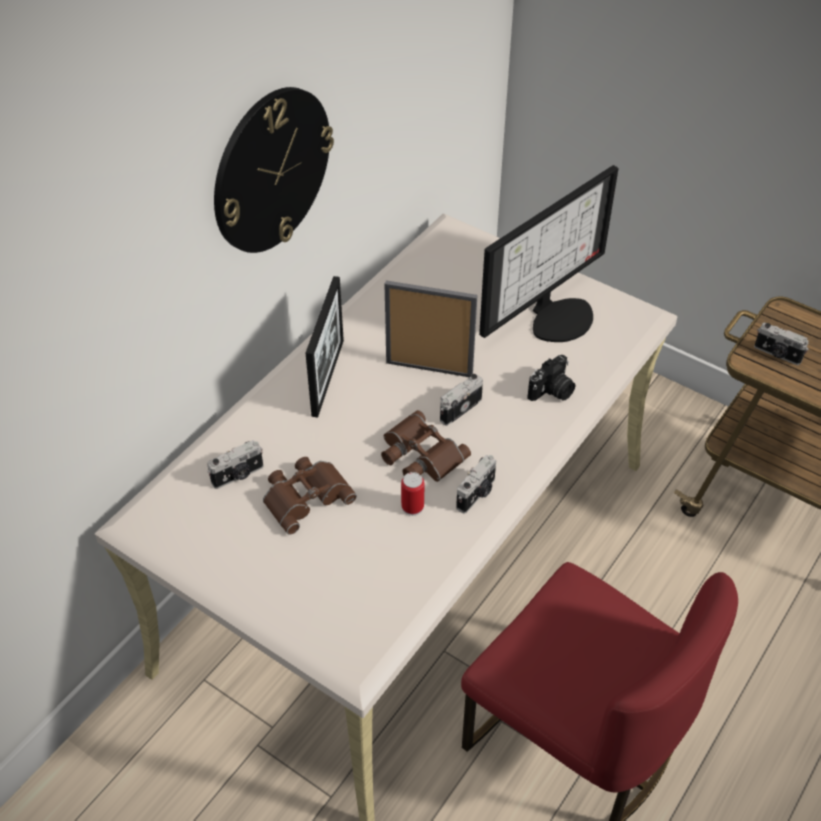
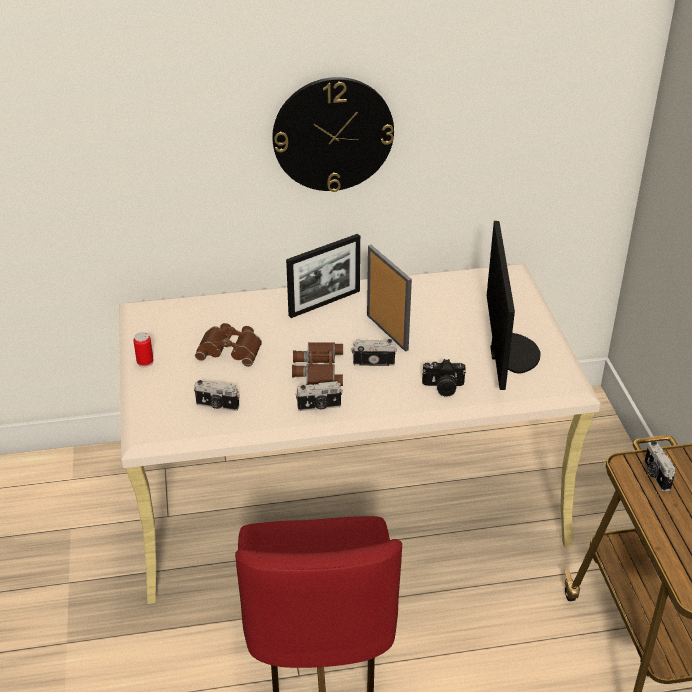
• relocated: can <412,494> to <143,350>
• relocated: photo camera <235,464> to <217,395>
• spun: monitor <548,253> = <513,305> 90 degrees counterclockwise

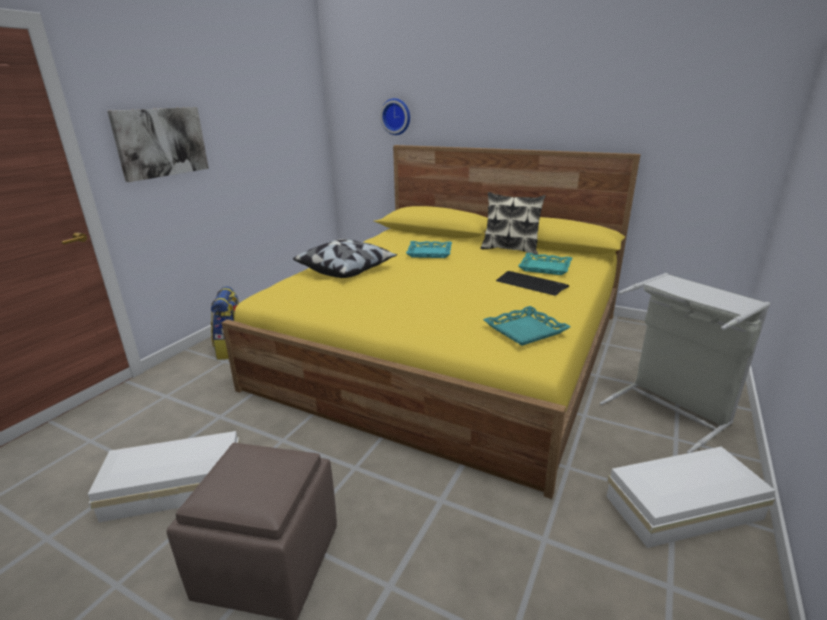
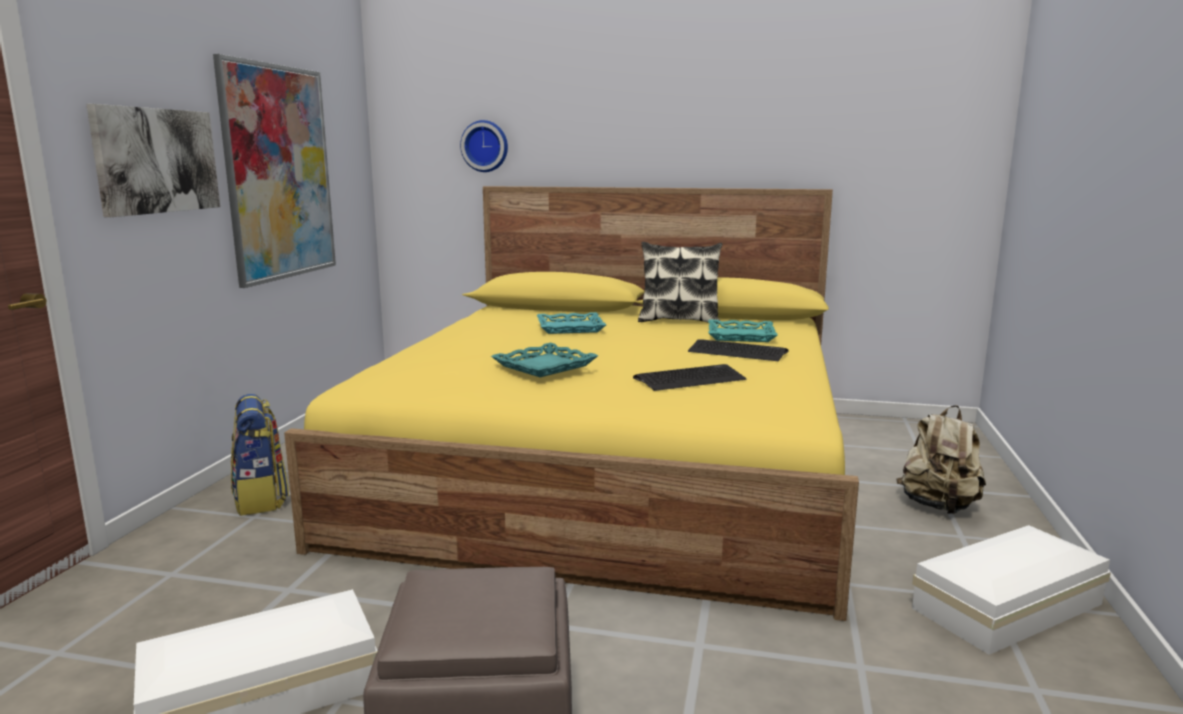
• appeared: picture <274,171>
• relocated: turquoise tray <527,326> to <544,360>
• appeared: keyboard <690,377>
• exchanged: grey laundry basket <685,363> to beige backpack <941,459>
• missing: pillow <345,258>

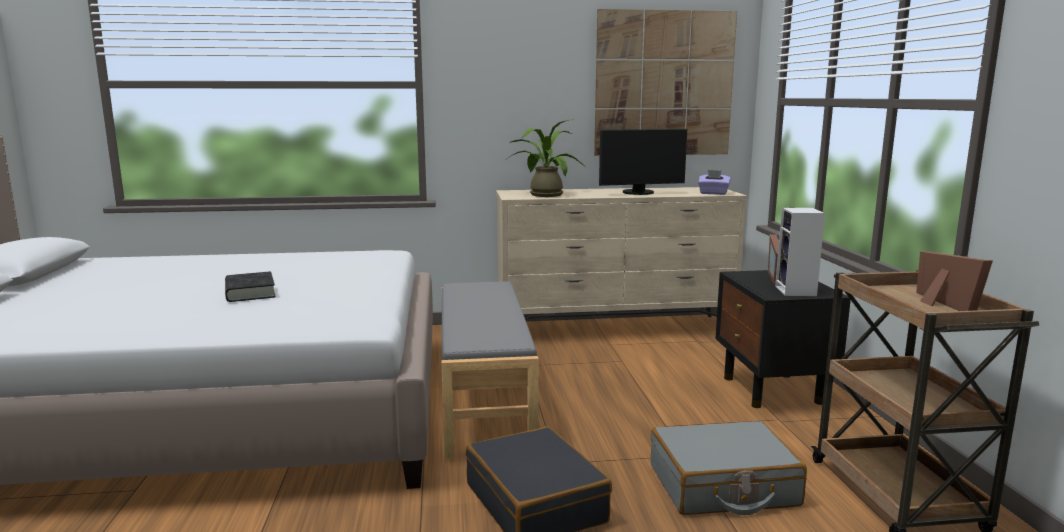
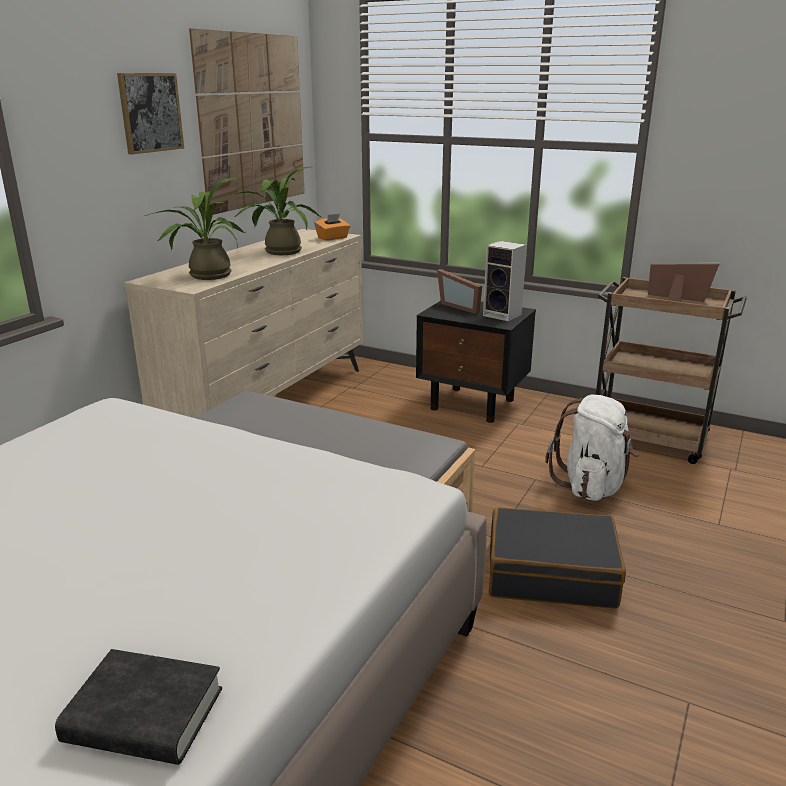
• relocated: black book <250,286> to <138,707>
• appeared: picture <150,113>
• exchanged: monitor <643,162> to potted plant <276,211>
• colour: purple tissue box <714,182> to orange tissue box <332,227>
• exchanged: grey suitcase <729,468> to white backpack <592,448>

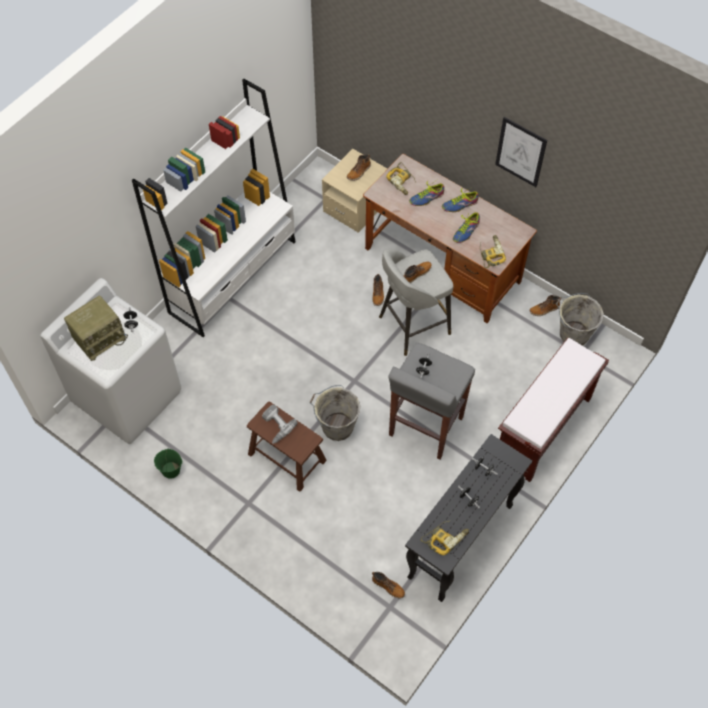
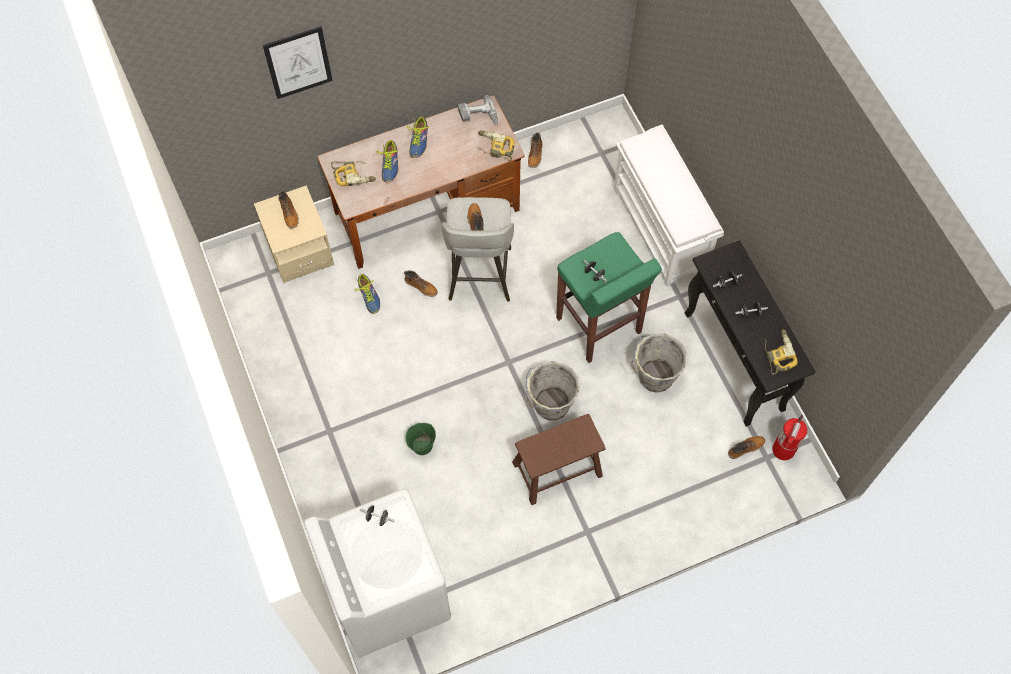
• relocated: picture <521,152> to <298,62>
• relocated: shoe <466,226> to <367,294>
• relocated: green bucket <168,464> to <421,439>
• relocated: power drill <280,424> to <478,110>
• colour: grey stool <431,401> to green stool <609,297>
• colour: brown bench <553,410> to white bench <668,205>
• relocated: grey bucket <580,319> to <659,363>
• appeared: fire extinguisher <789,437>
• missing: radio <96,328>
• missing: white bookcase <214,208>

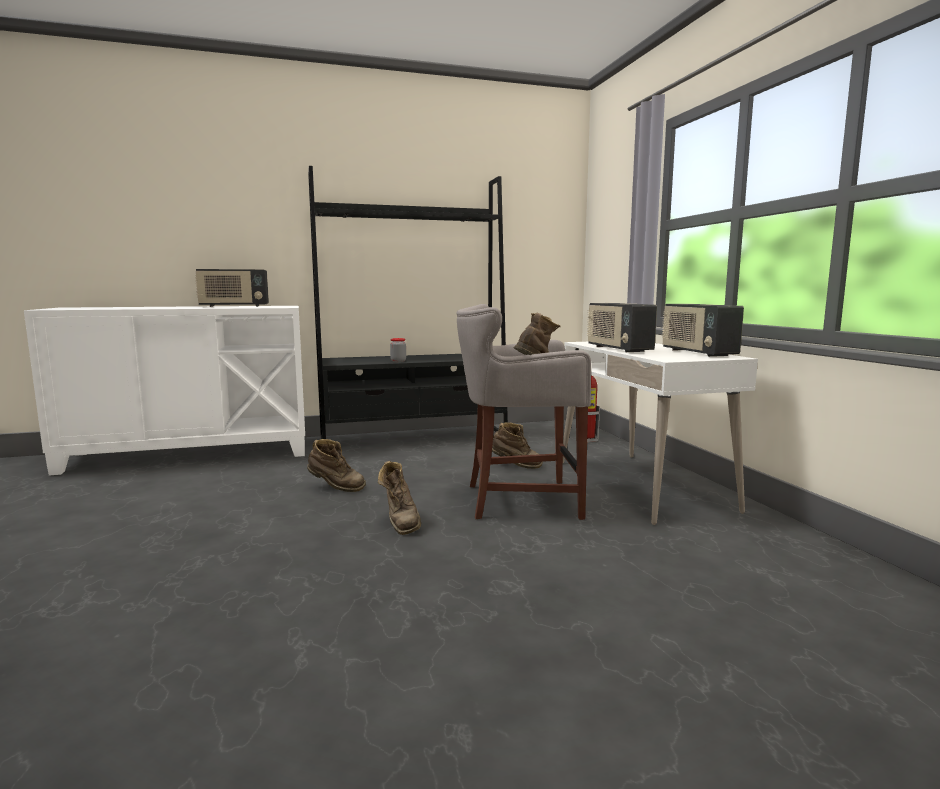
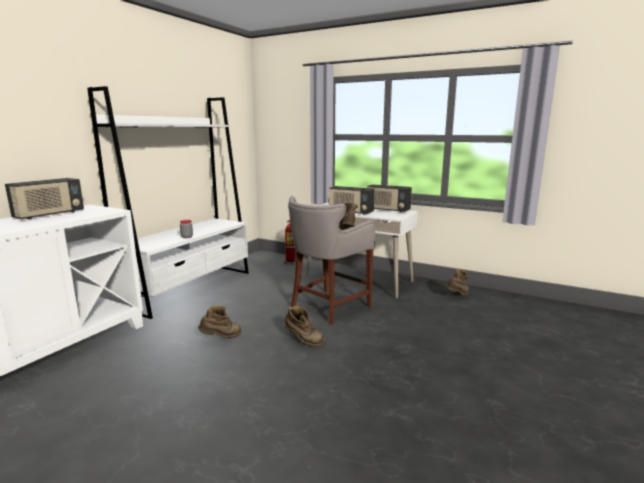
• colour: black bookcase <408,302> to white bookcase <168,202>
• relocated: brown boot <517,445> to <457,282>

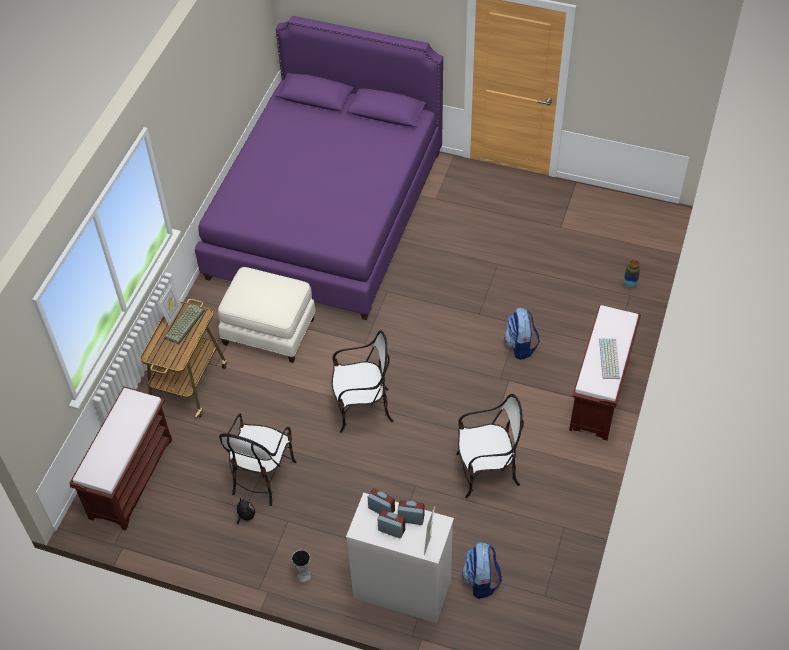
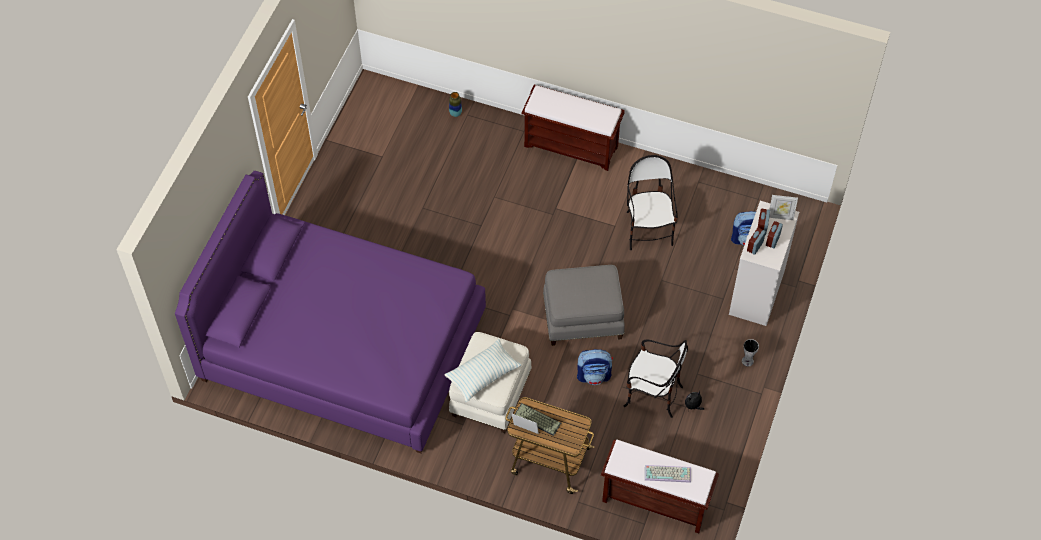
• appeared: pillow <483,370>
• exchanged: chair <362,381> to grey ottoman <584,305>
• relocated: backpack <522,333> to <595,367>
• relocated: keyboard <609,358> to <668,474>

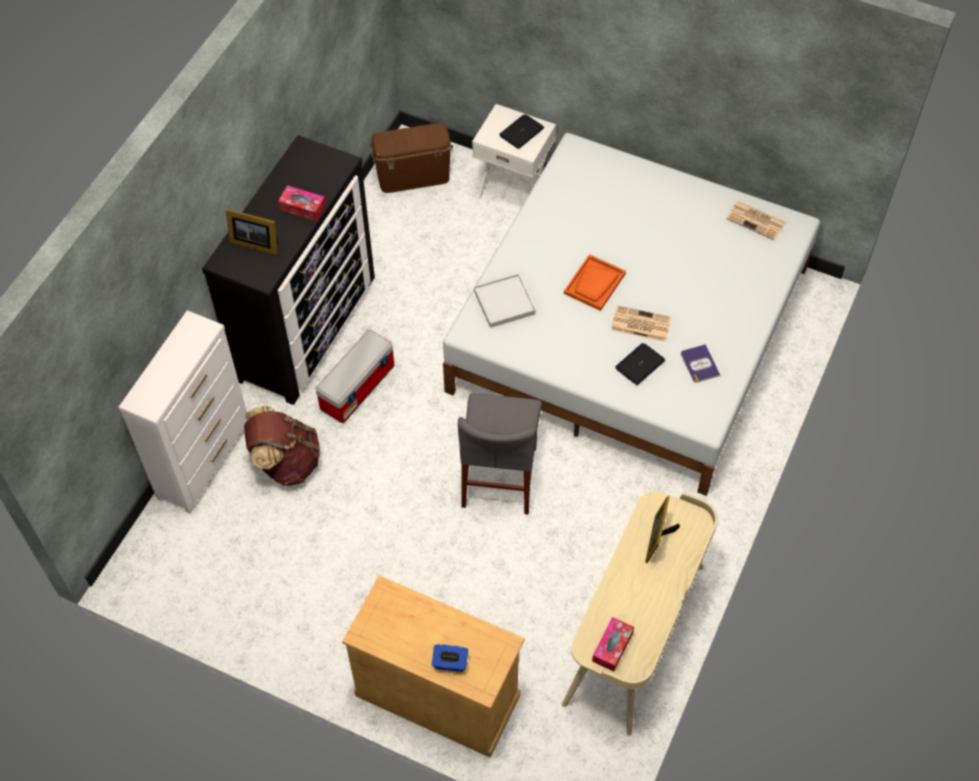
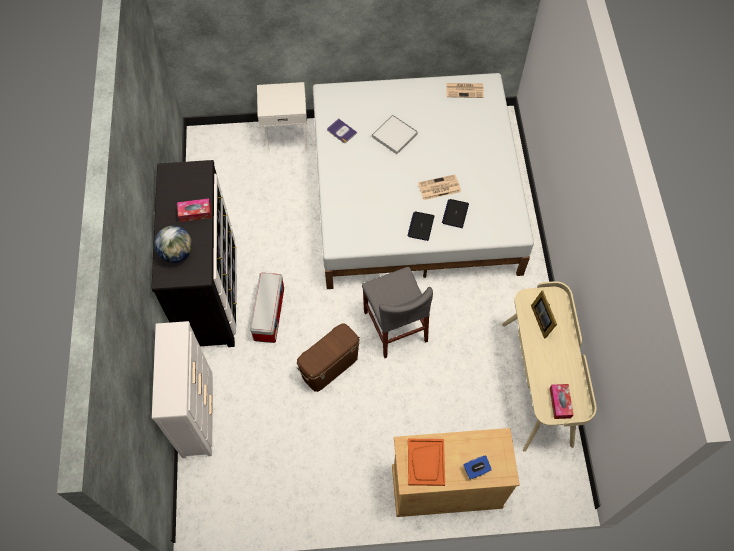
• exchanged: picture frame <251,232> to globe <173,244>
• relocated: brown storage box <411,158> to <328,358>
• relocated: book <700,363> to <342,130>
• relocated: white tray <504,301> to <395,134>
• relocated: laptop <521,131> to <420,226>
• relocated: orange tray <595,282> to <426,462>
• missing: brown backpack <282,446>

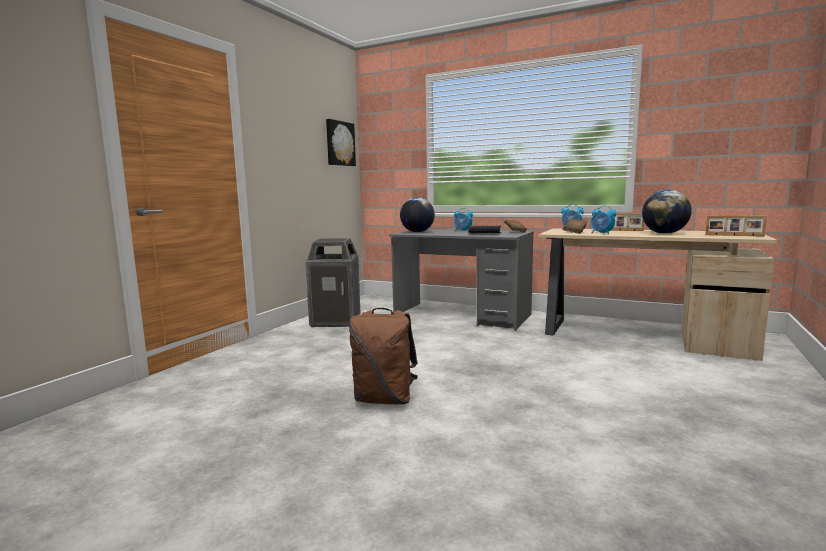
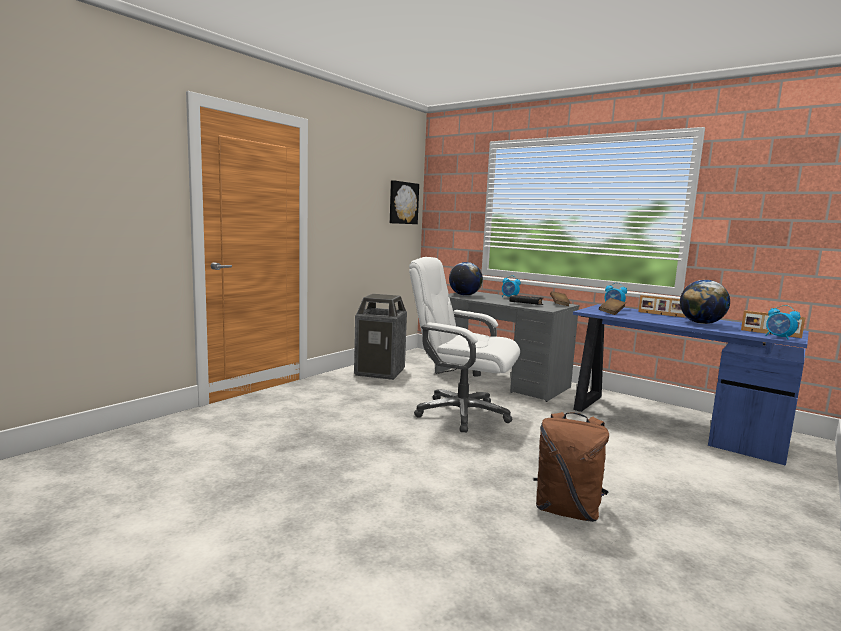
• appeared: white office chair <464,345>
• relocated: brown backpack <383,356> to <571,467>
• colour: beige desk <657,294> to blue desk <691,385>
• relocated: alarm clock <603,219> to <782,322>

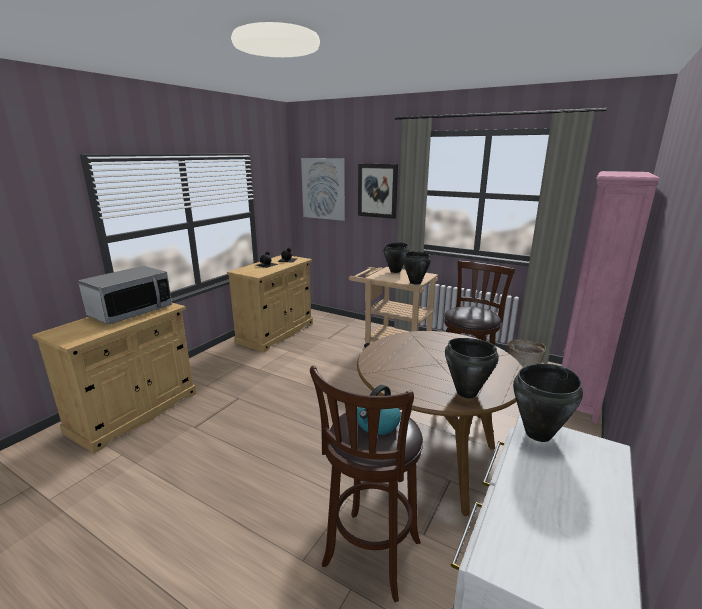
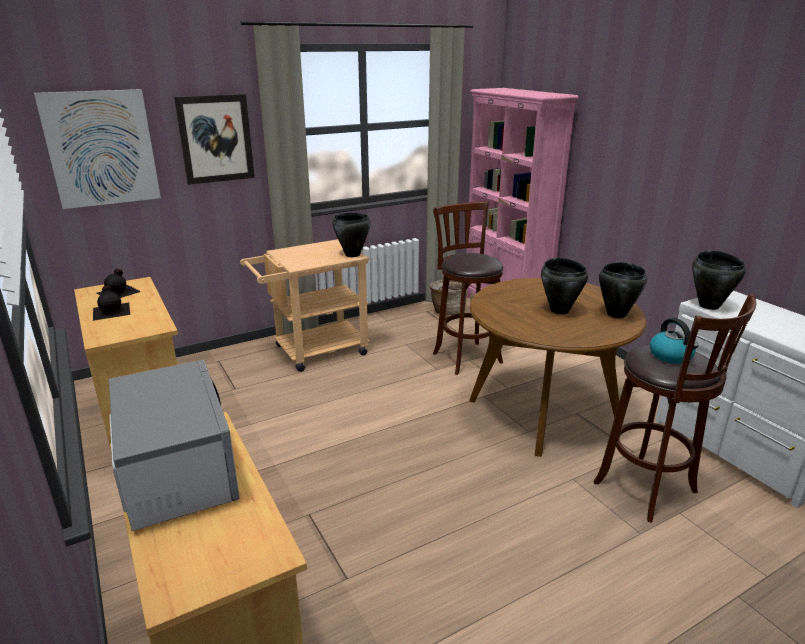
• relocated: black cooking pot <396,257> to <564,286>

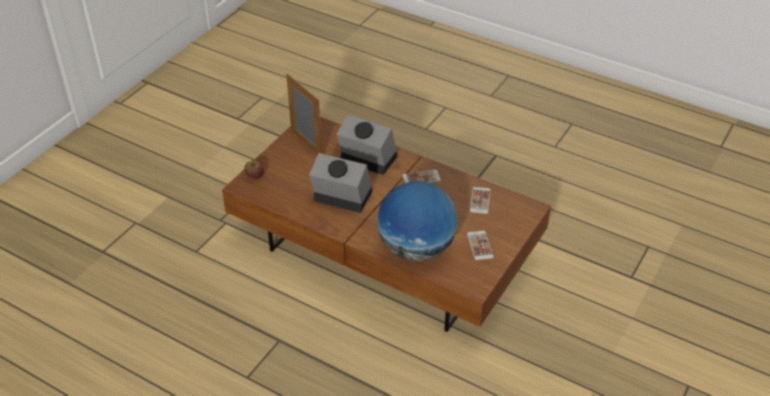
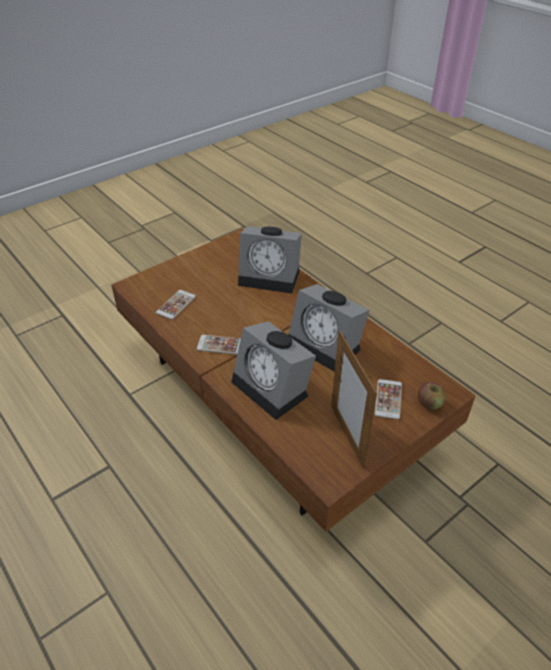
• exchanged: globe <417,221> to alarm clock <270,260>
• relocated: phone <480,245> to <388,399>

